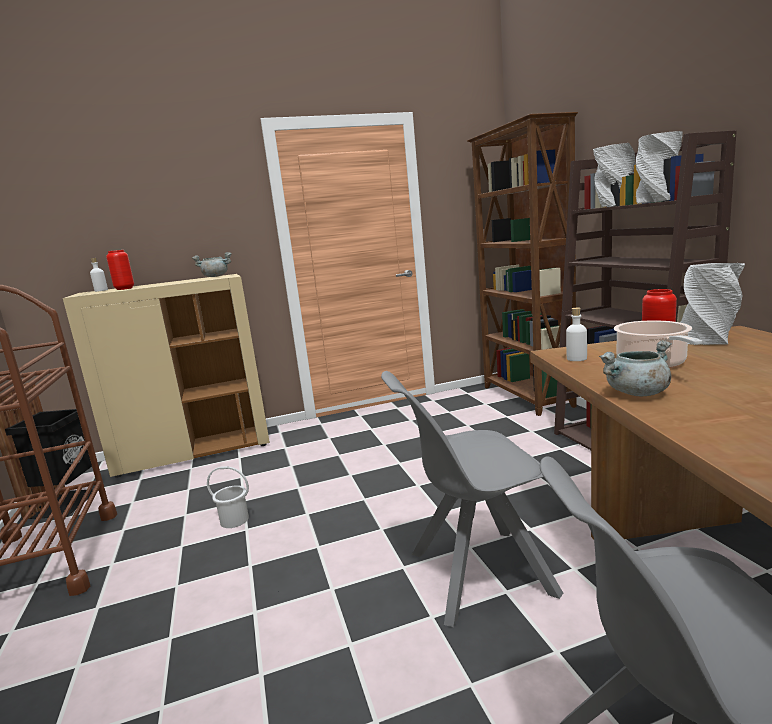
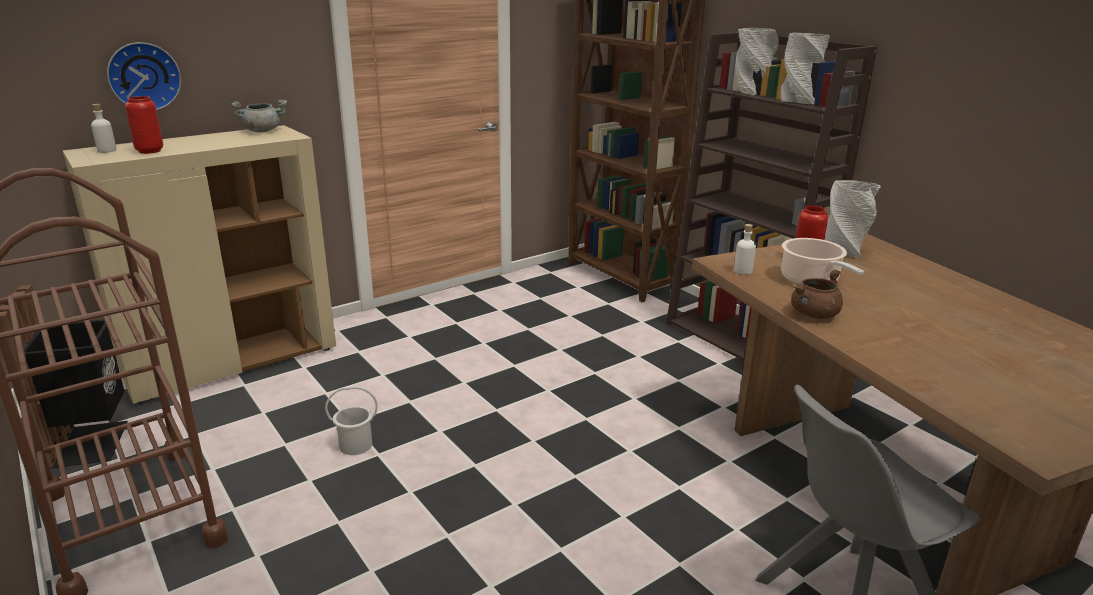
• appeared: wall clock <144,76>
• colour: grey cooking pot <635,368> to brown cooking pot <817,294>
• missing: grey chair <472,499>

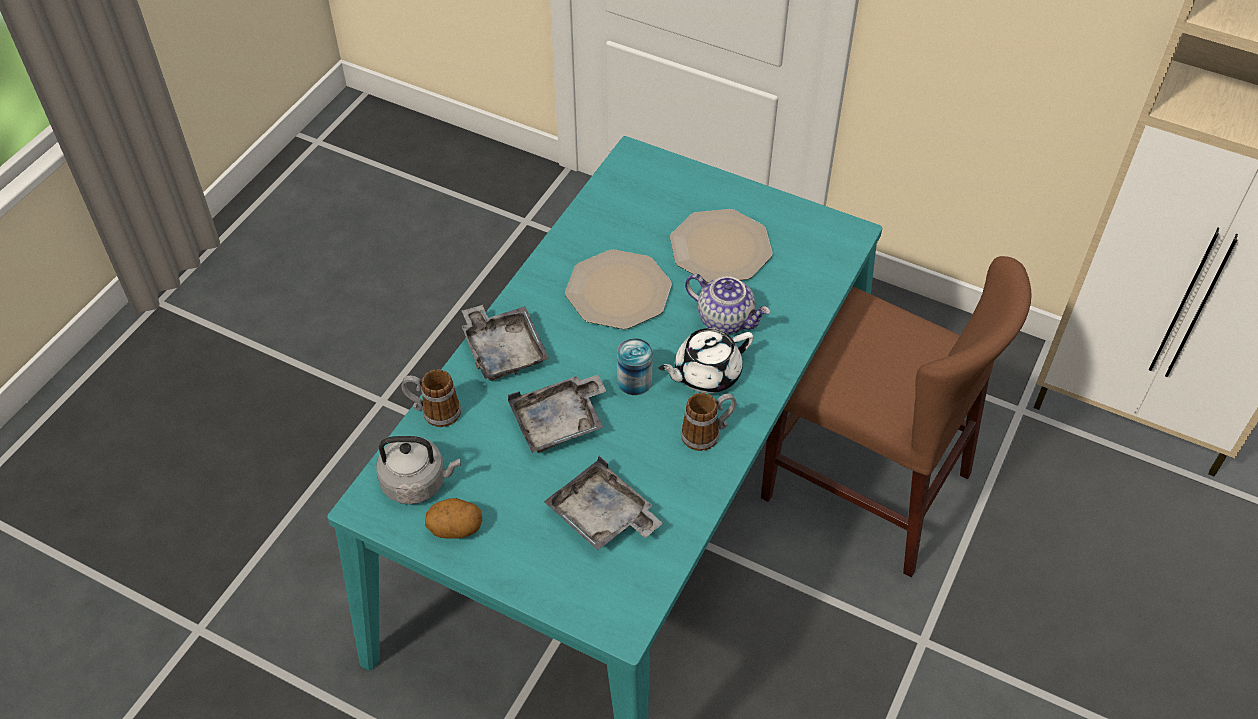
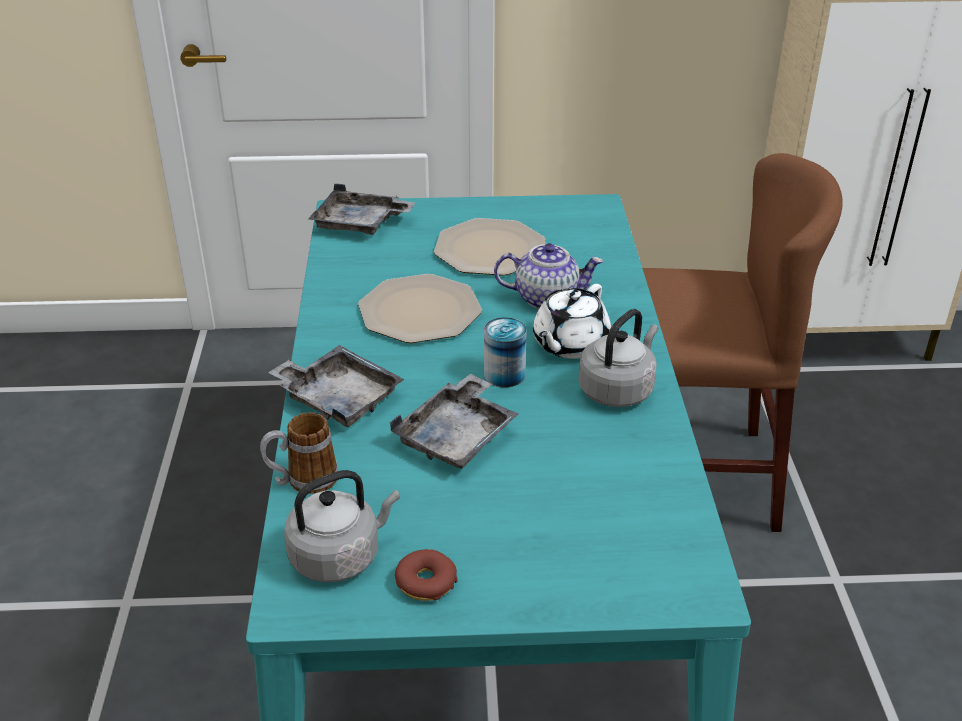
• relocated: grey tray <603,503> to <362,209>
• exchanged: potato <453,518> to donut <426,575>
• exchanged: mug <708,421> to grey kettle <618,358>

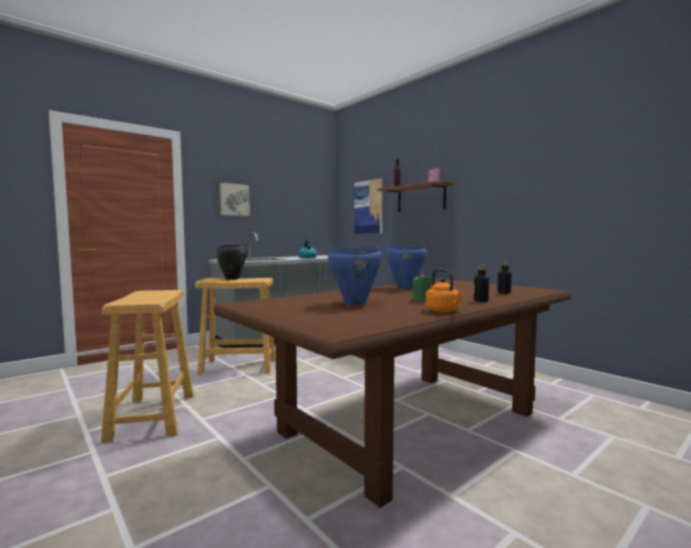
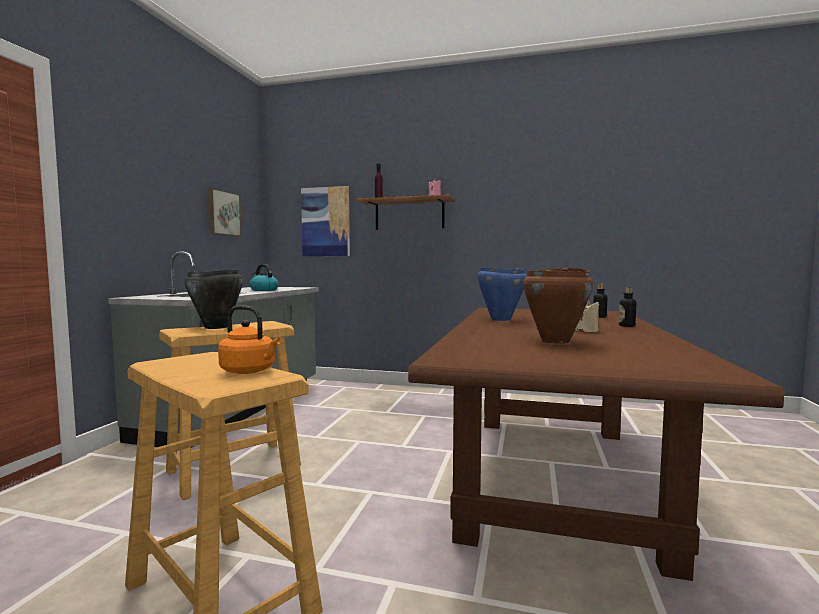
• relocated: picture <234,199> to <224,212>
• relocated: orange kettle <445,290> to <249,340>
• colour: blue cooking pot <355,275> to brown cooking pot <558,306>
• colour: green candle <422,287> to beige candle <587,315>

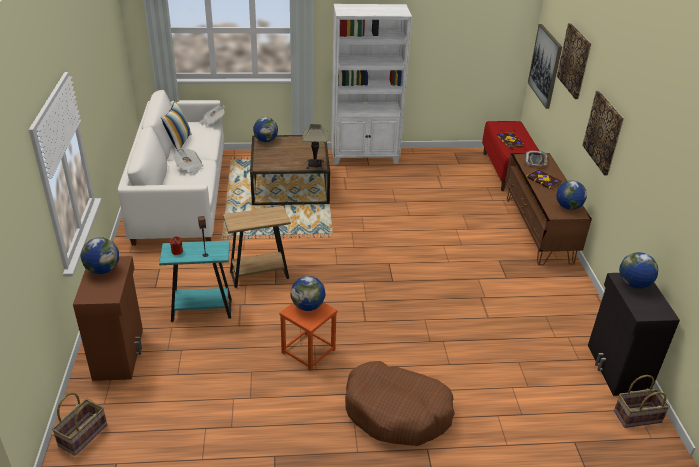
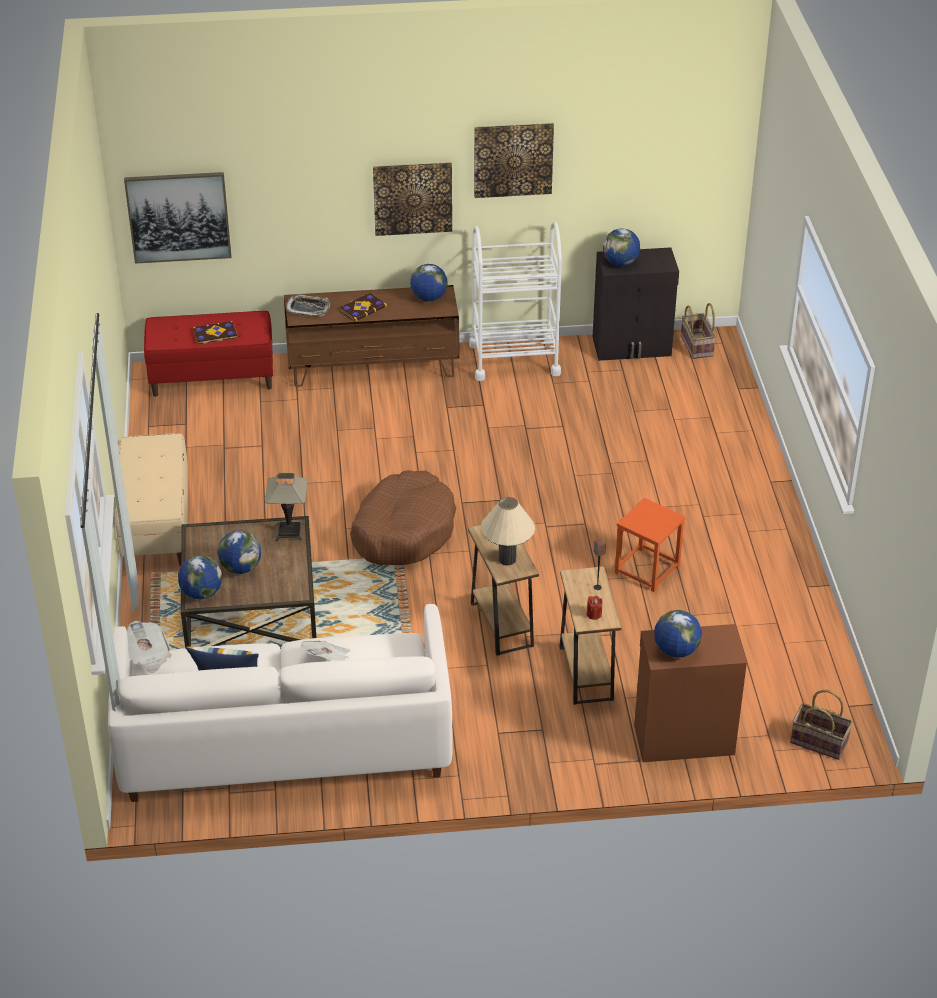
• exchanged: white bookcase <371,84> to beige bench <151,499>
• relocated: globe <308,293> to <239,552>
• relocated: brown dog bed <400,403> to <403,517>
• appeared: white cart <515,301>
• relocated: picture <574,61> to <514,160>
• appeared: beige table lamp <508,531>
• colour: turquoise side table <195,281> to brown side table <590,635>

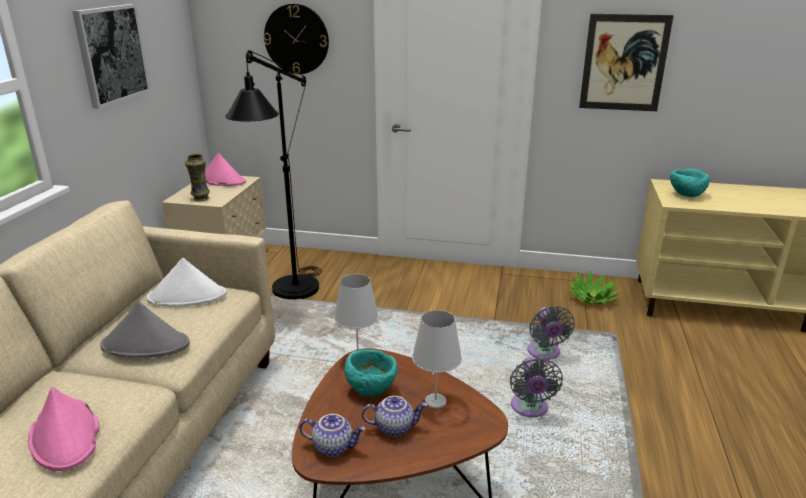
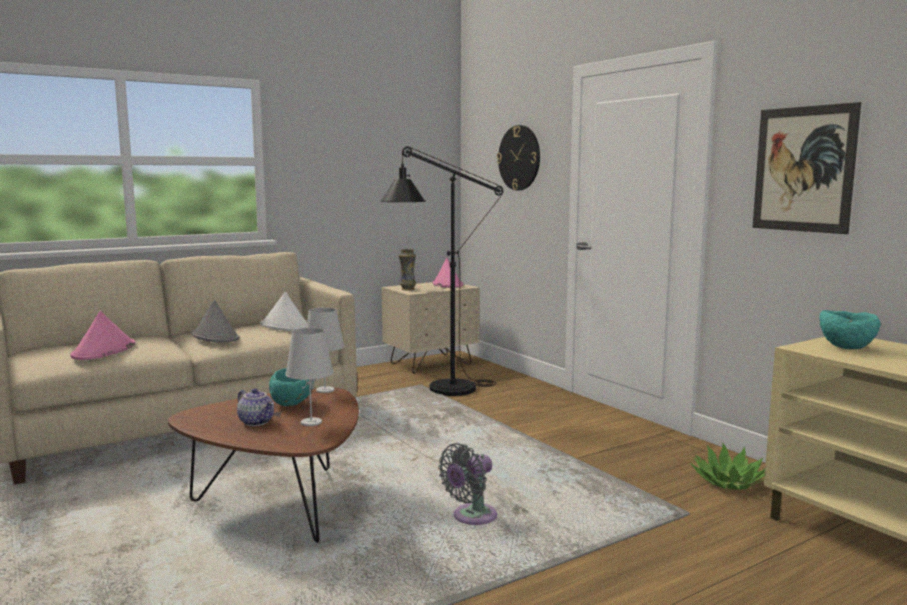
• missing: picture <111,56>
• missing: teapot <332,435>
• missing: grey fan <551,333>

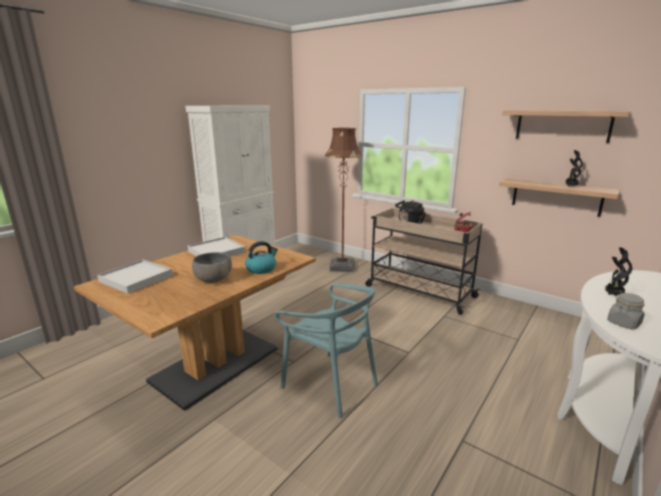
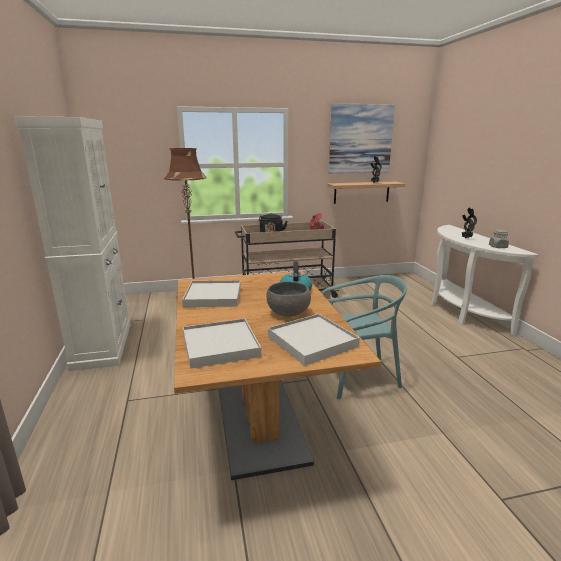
• appeared: white tray <314,340>
• exchanged: shelf <566,126> to picture <362,138>

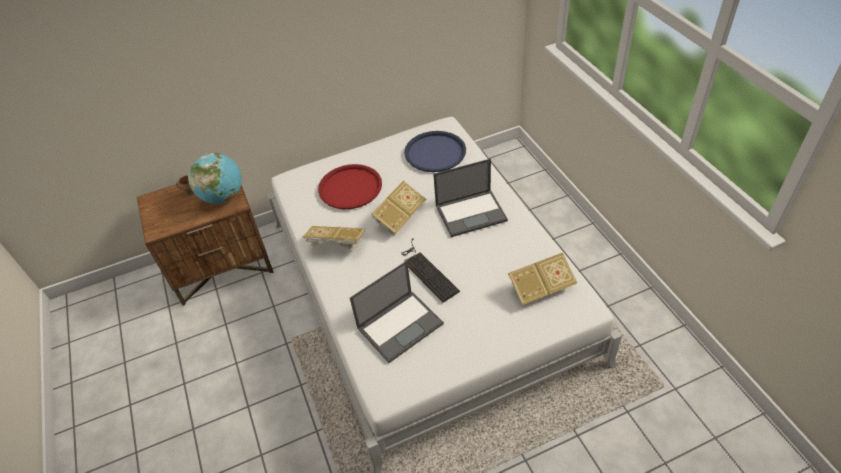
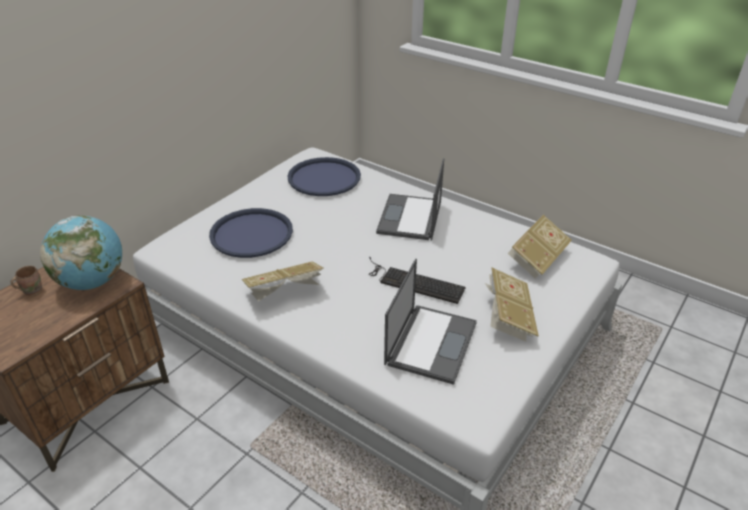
• colour: red tray <350,186> to blue tray <251,233>
• spun: laptop <470,198> = <410,199> 150 degrees clockwise
• relocated: book <398,208> to <512,305>

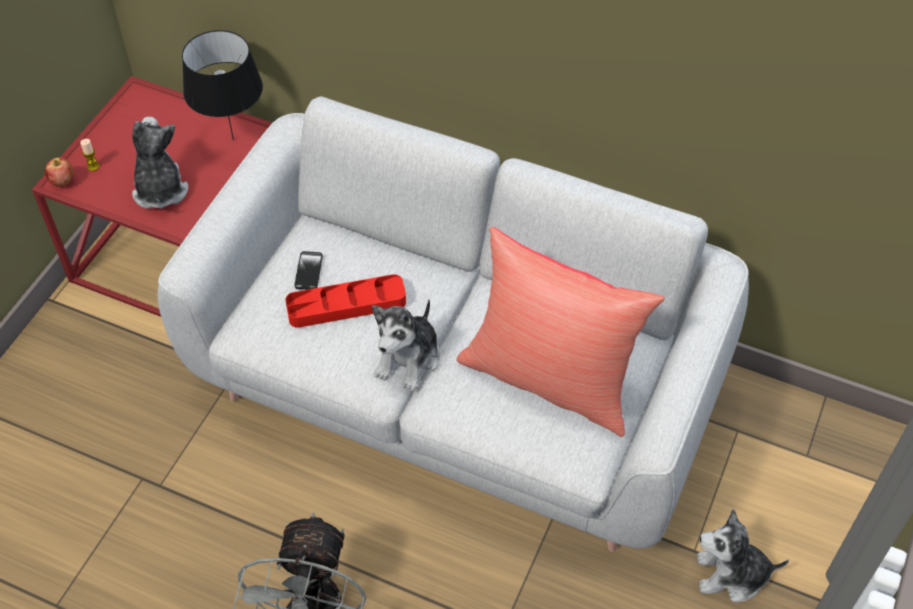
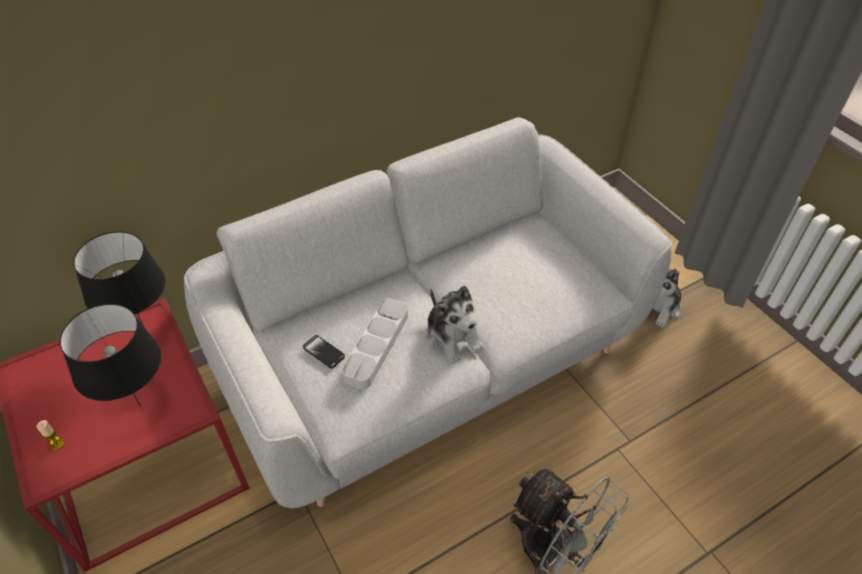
• exchanged: plush toy <160,162> to black table lamp <110,355>
• colour: red tray <345,301> to grey tray <375,343>
• missing: apple <59,172>
• missing: red pillow <561,332>

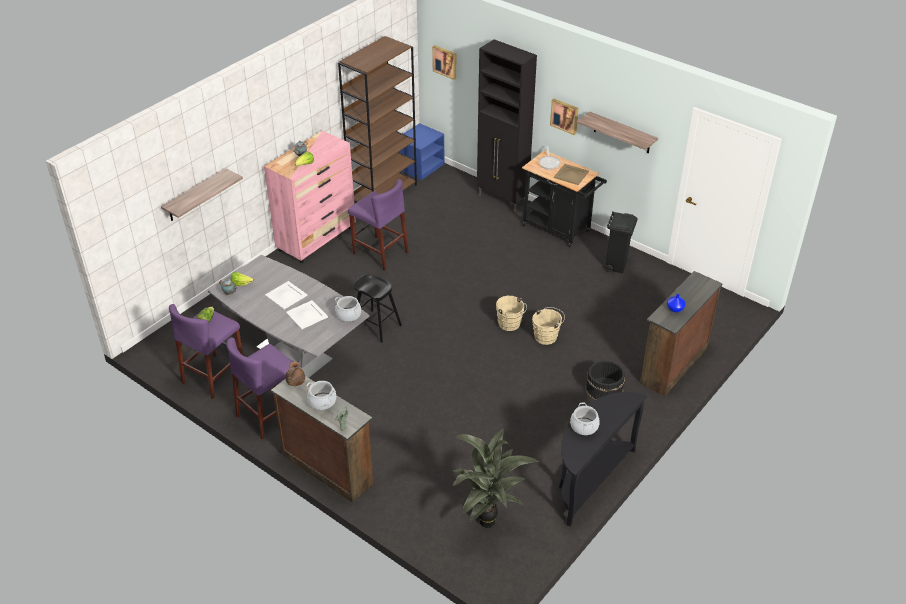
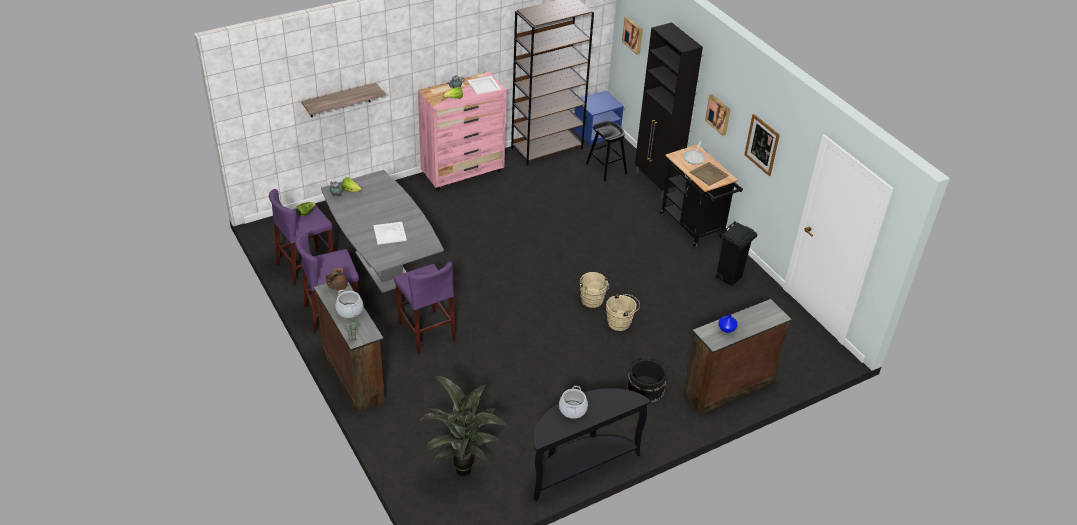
• relocated: purple stool <378,224> to <425,307>
• relocated: white tray <286,295> to <484,85>
• relocated: black stool <377,308> to <606,151>
• exchanged: shelf <617,132> to picture <762,145>
• missing: cooking pot <348,309>

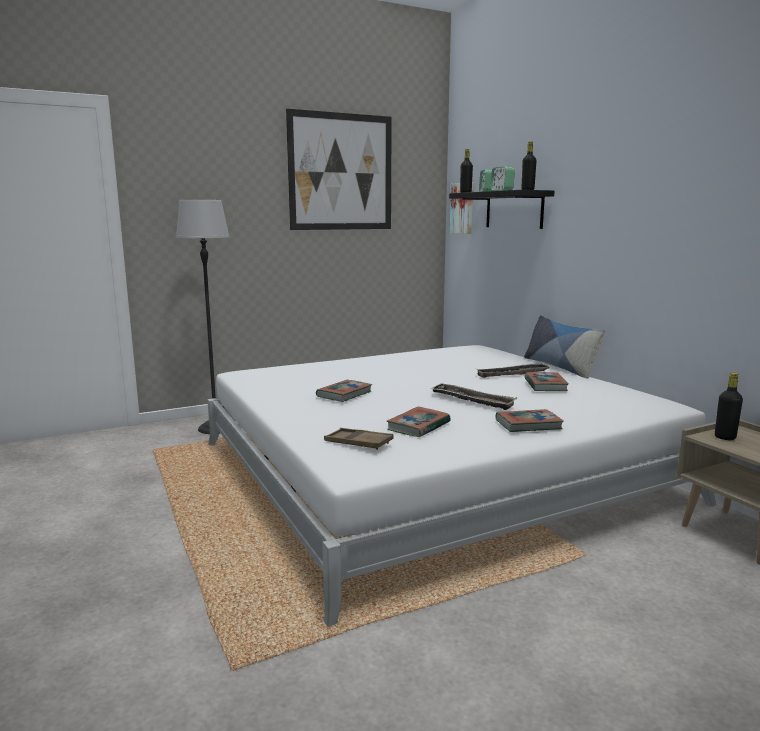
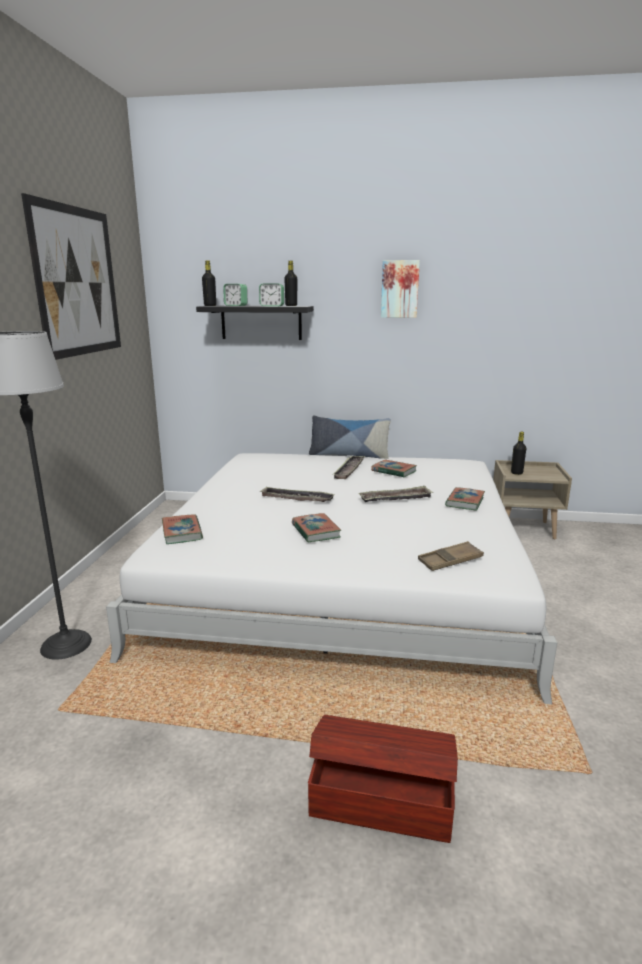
• relocated: book <419,421> to <182,529>
• appeared: tray <297,494>
• appeared: brown storage box <383,779>
• relocated: picture <461,208> to <400,289>

